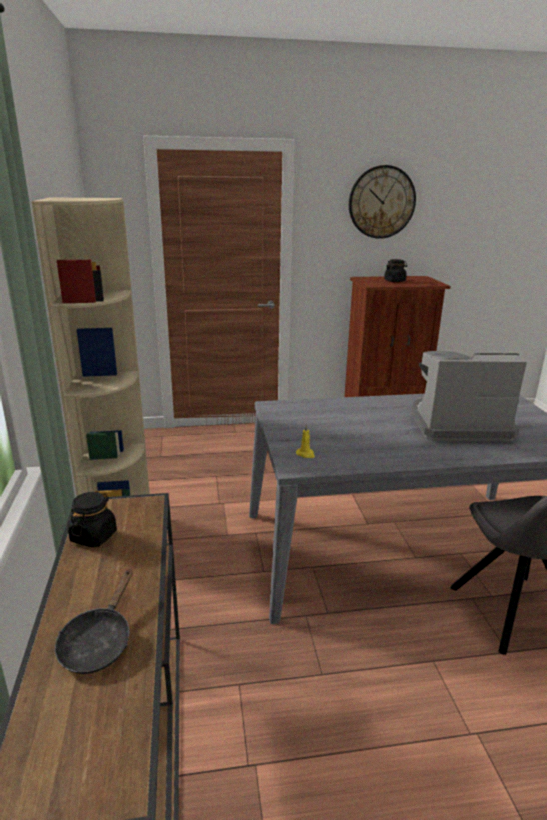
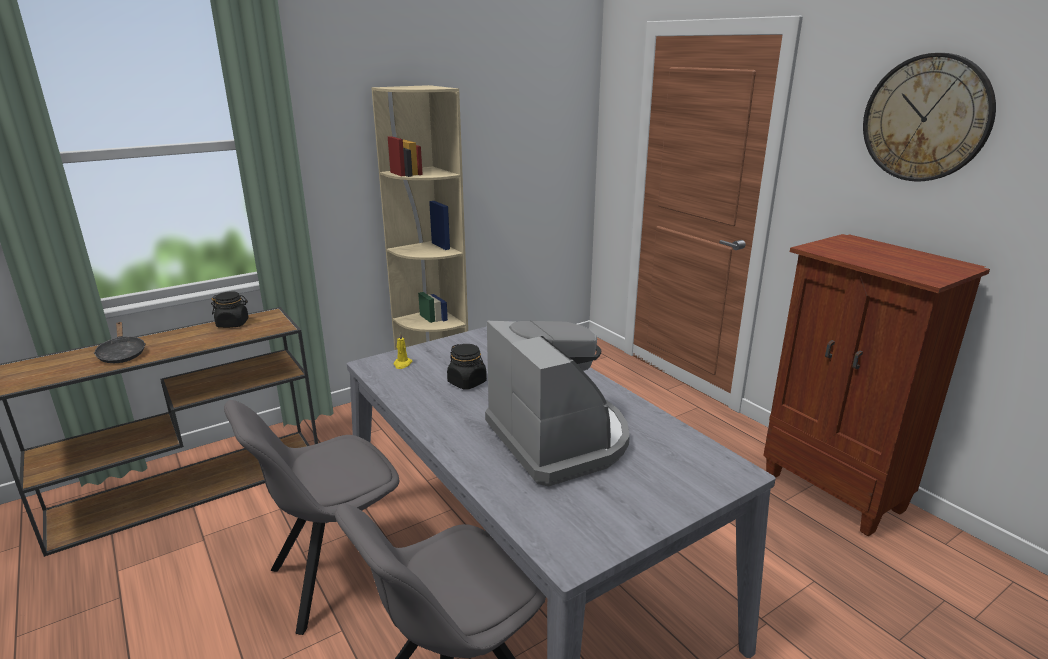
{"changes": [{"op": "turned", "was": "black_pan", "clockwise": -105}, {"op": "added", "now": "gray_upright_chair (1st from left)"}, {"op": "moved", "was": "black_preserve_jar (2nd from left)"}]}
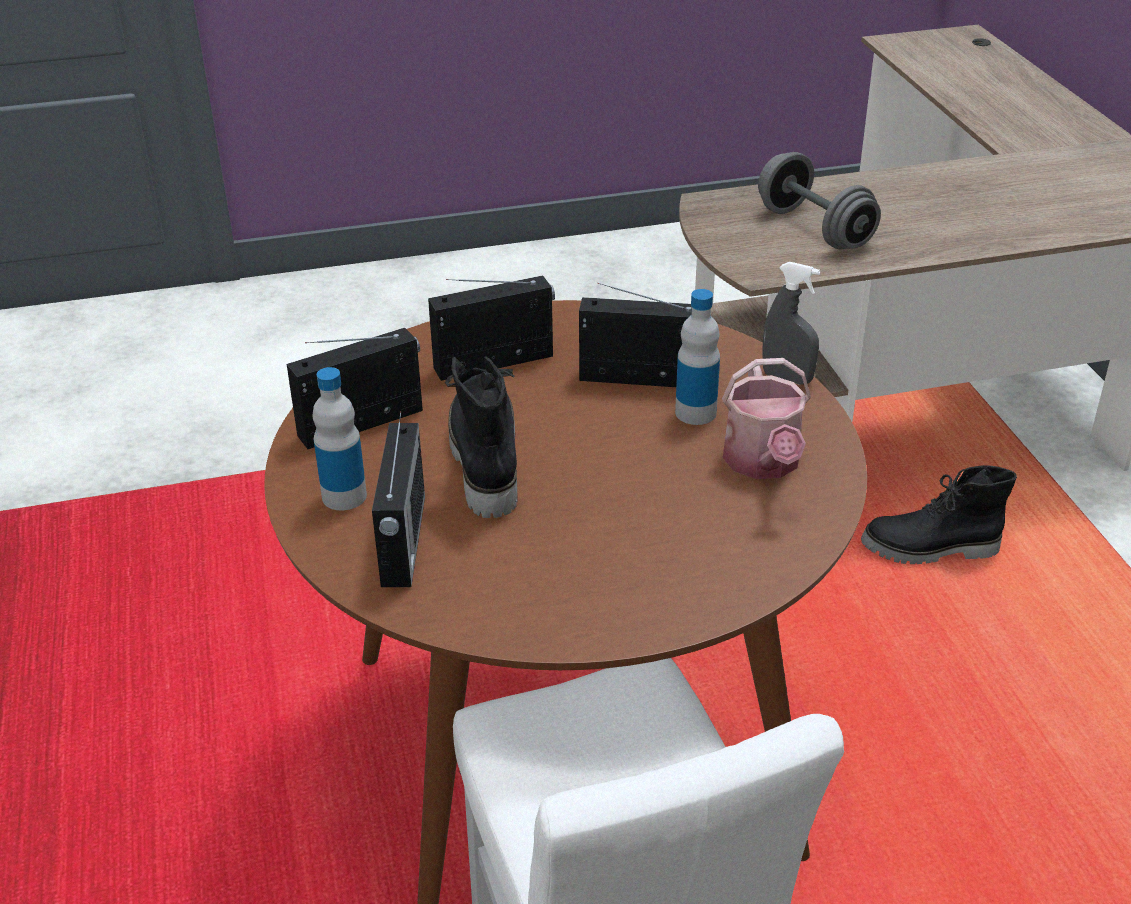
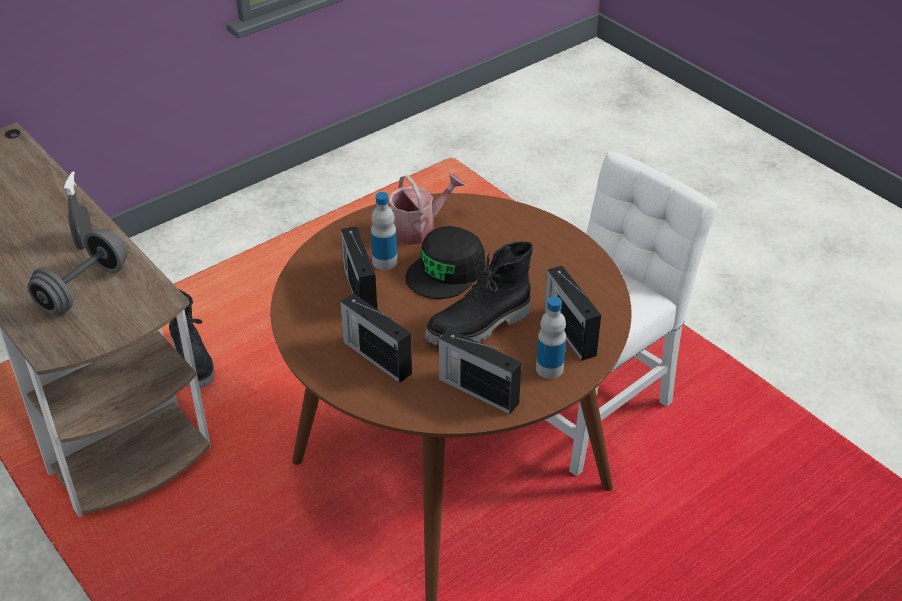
{"changes": [{"op": "moved", "was": "gray_spray_bottle"}, {"op": "added", "now": "black_cap"}, {"op": "turned", "was": "radio (2nd from left in the first image)", "clockwise": -90}]}
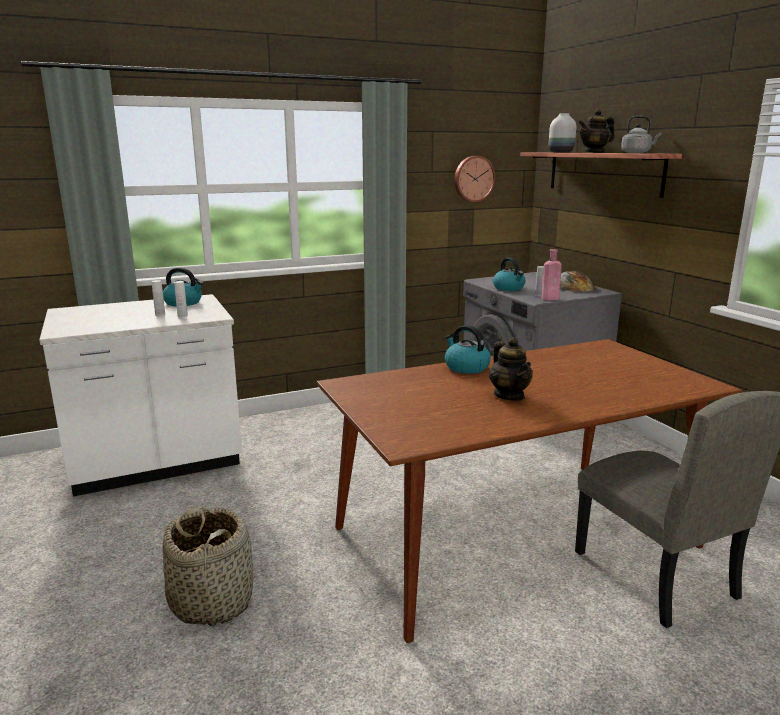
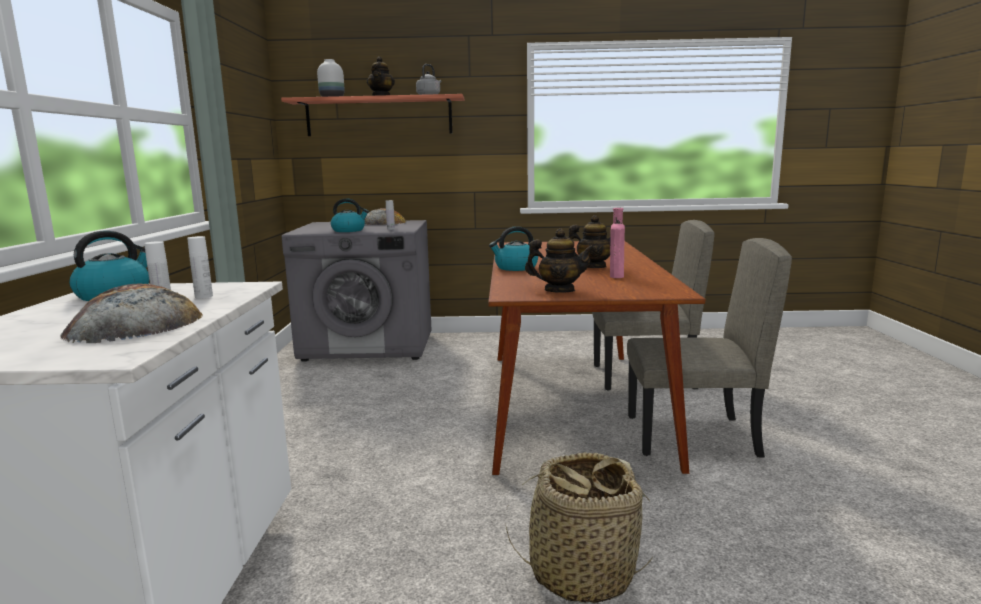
{"changes": [{"op": "added", "now": "baked_bread (1st from left)"}, {"op": "added", "now": "teapot (2nd from left)"}, {"op": "moved", "was": "pink-coloured_drink_bottle"}, {"op": "added", "now": "beige-coloured_upright_chair (2nd from left)"}, {"op": "removed", "was": "clock_on_the_wall"}]}
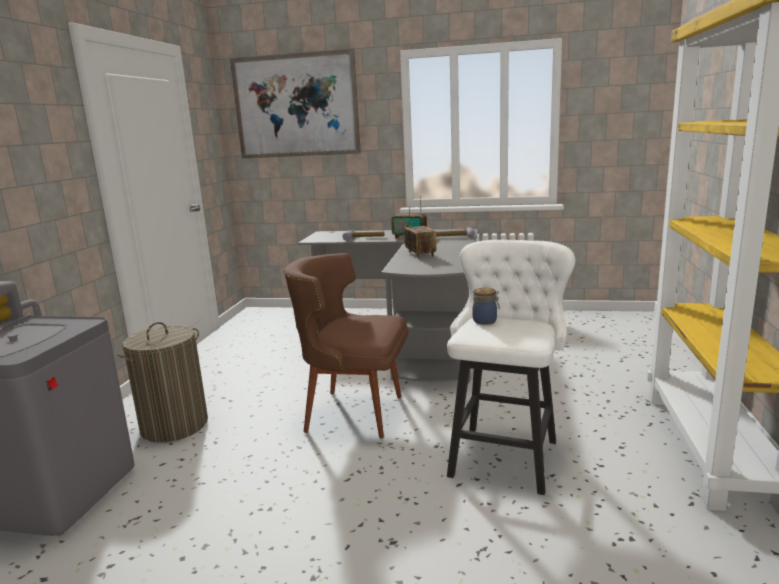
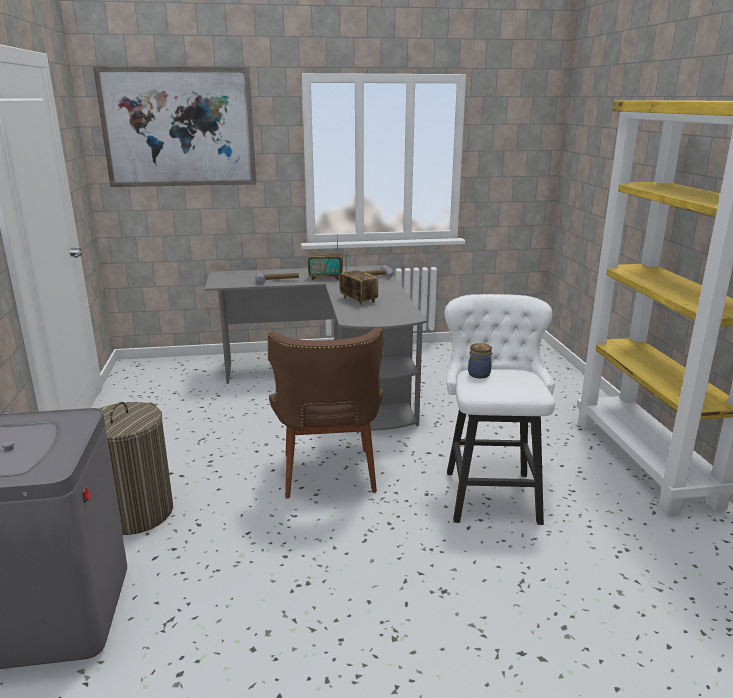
{"changes": [{"op": "turned", "was": "brown-coloured_upright_chair", "clockwise": -90}]}
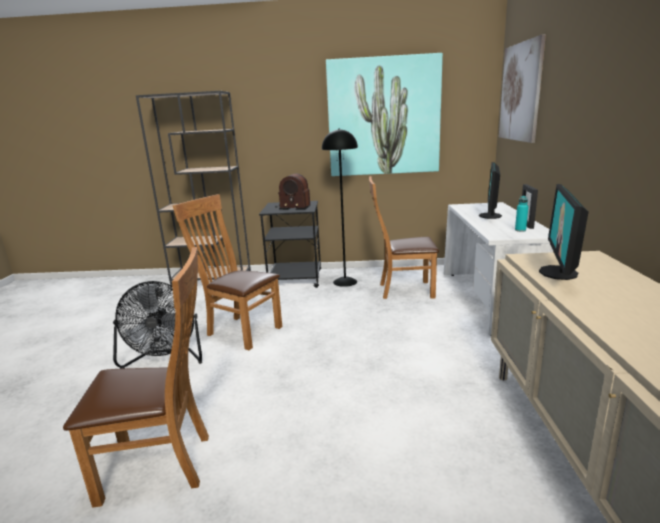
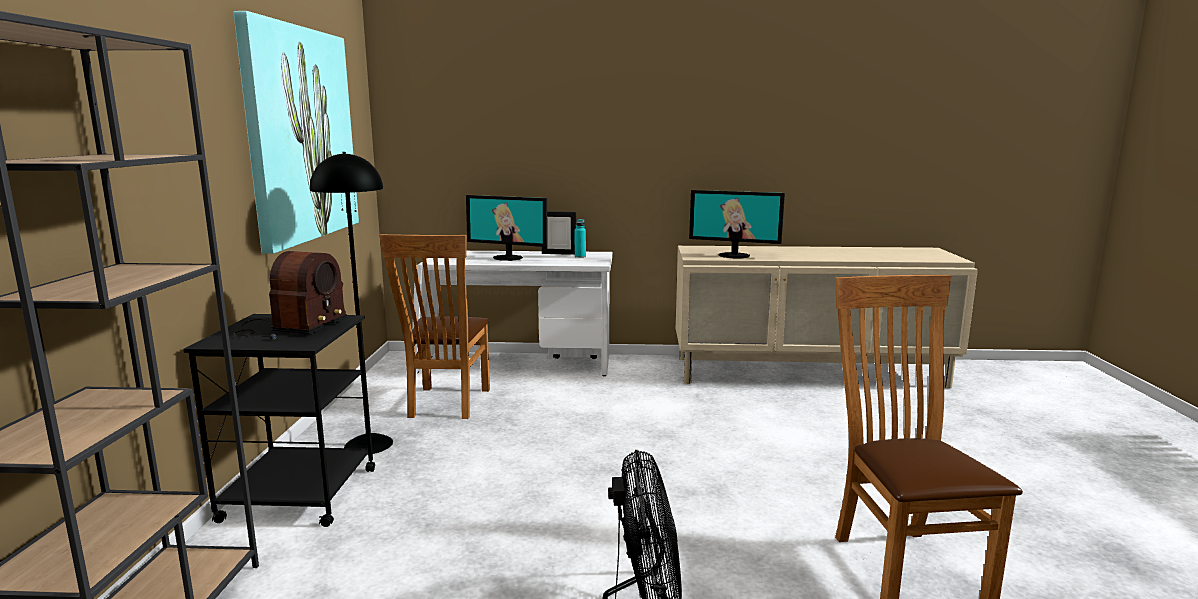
{"changes": [{"op": "removed", "was": "brown-coloured_upright_chair (2nd from left)"}, {"op": "removed", "was": "wall_art (2nd from left)"}]}
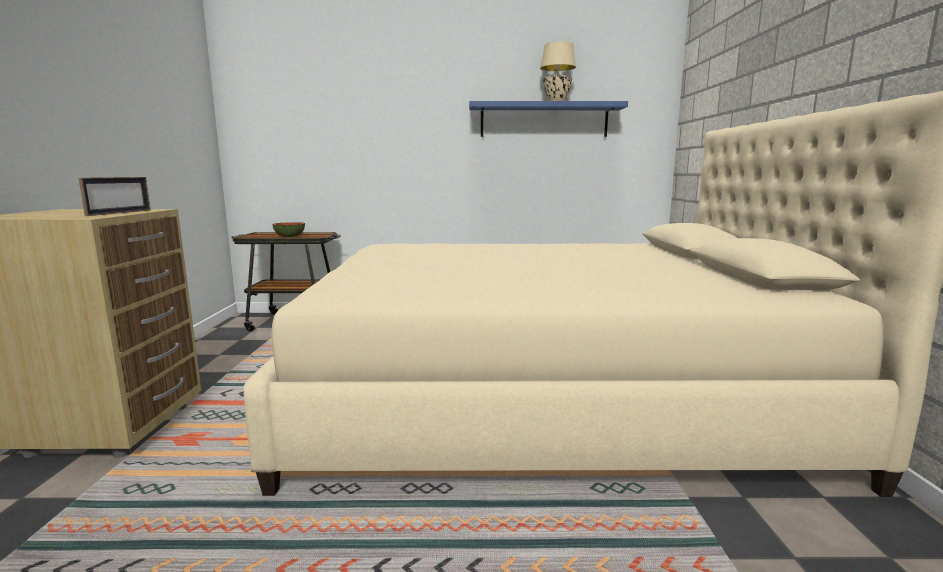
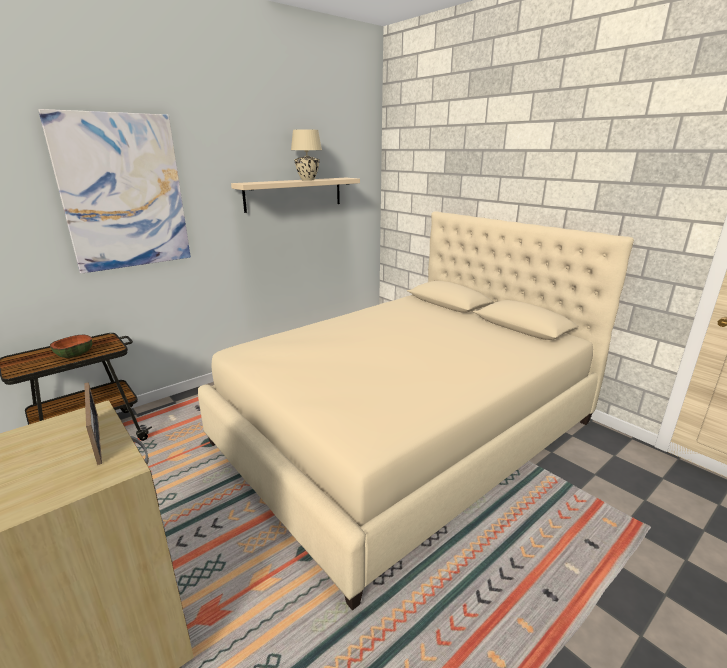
{"changes": [{"op": "added", "now": "wall_art"}, {"op": "recoloured", "was": "bluish_shelf", "now": "beige-coloured_shelf"}]}
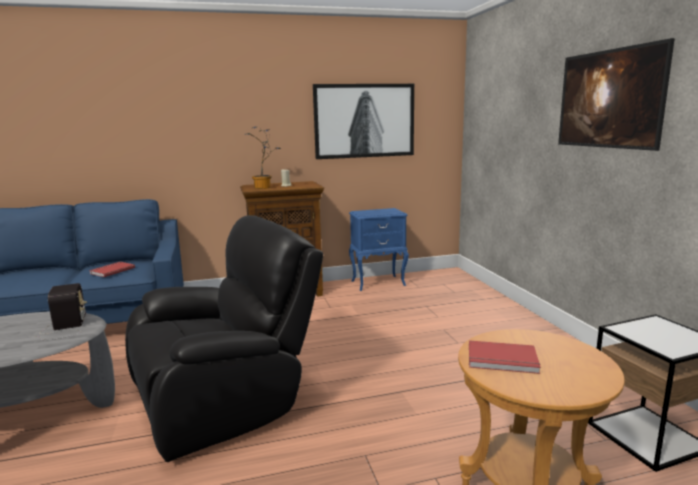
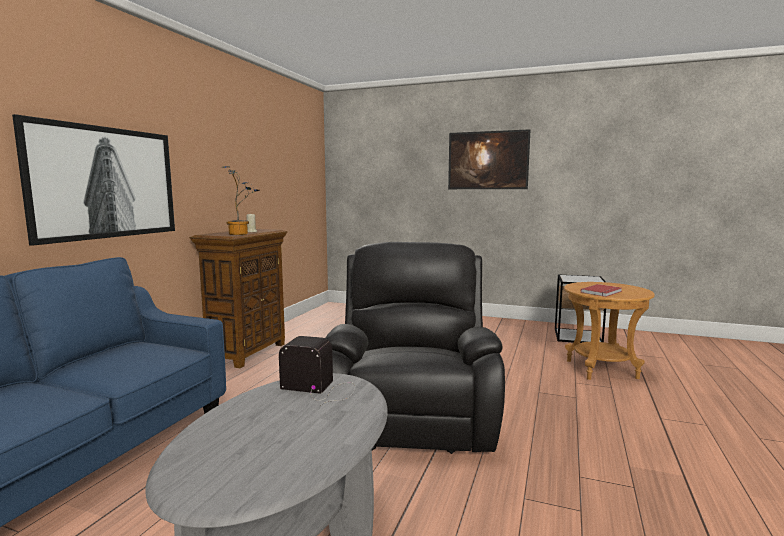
{"changes": [{"op": "moved", "was": "wall_art (1st from left)"}, {"op": "removed", "was": "red_volume (1st from left)"}, {"op": "removed", "was": "bluish_night_table"}]}
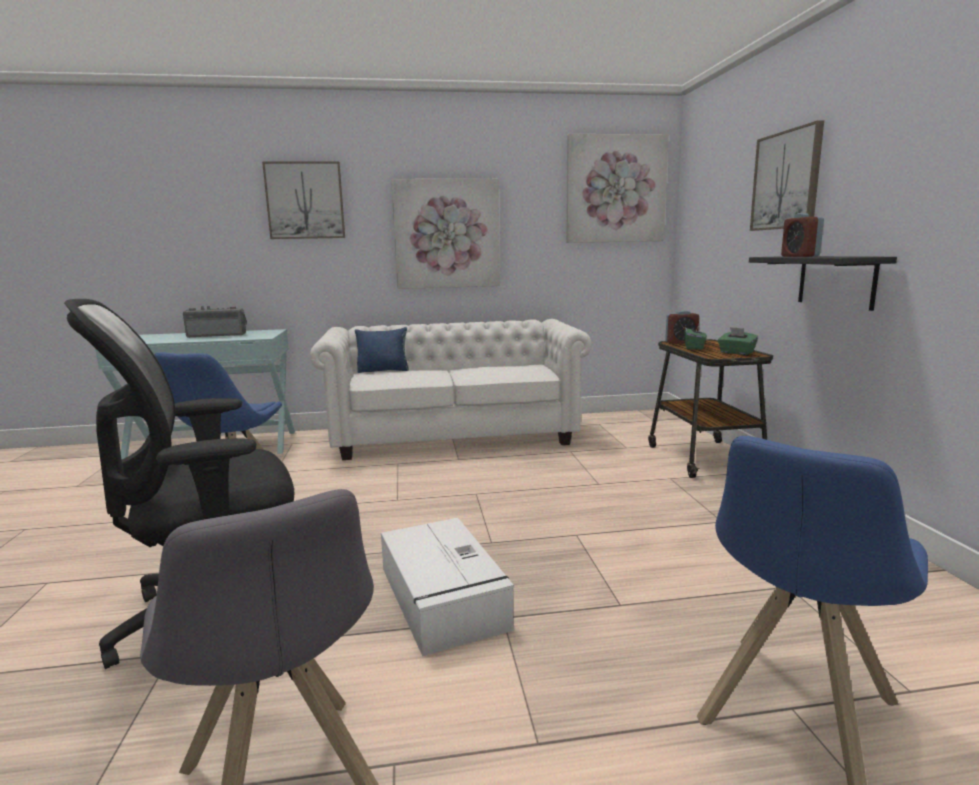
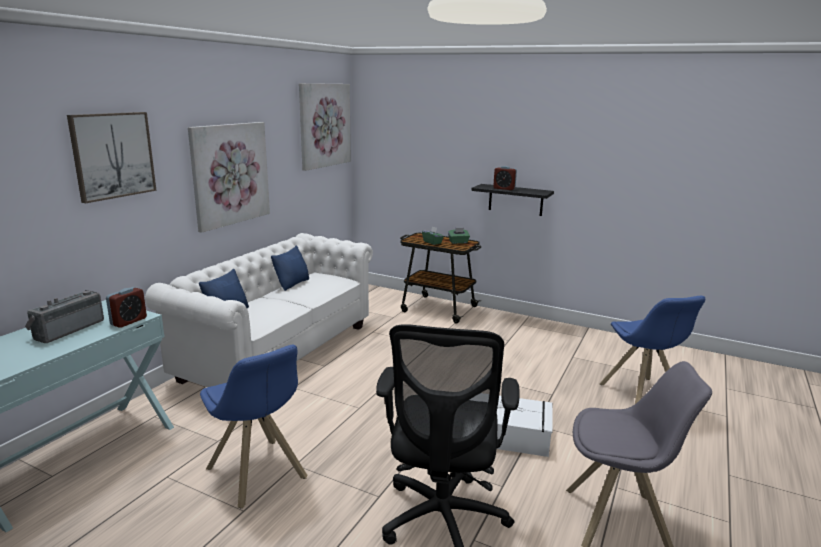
{"changes": [{"op": "moved", "was": "bedside_clock (1st from left)"}, {"op": "added", "now": "bluish_throw_pillow (2nd from left)"}, {"op": "removed", "was": "wall_art (4th from left)"}]}
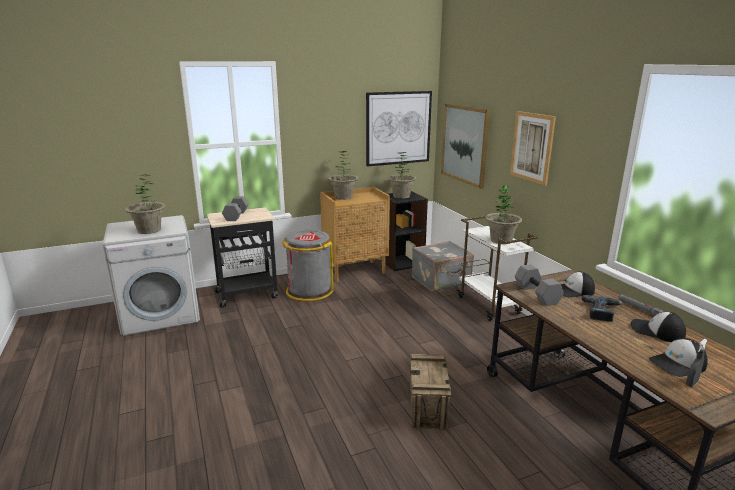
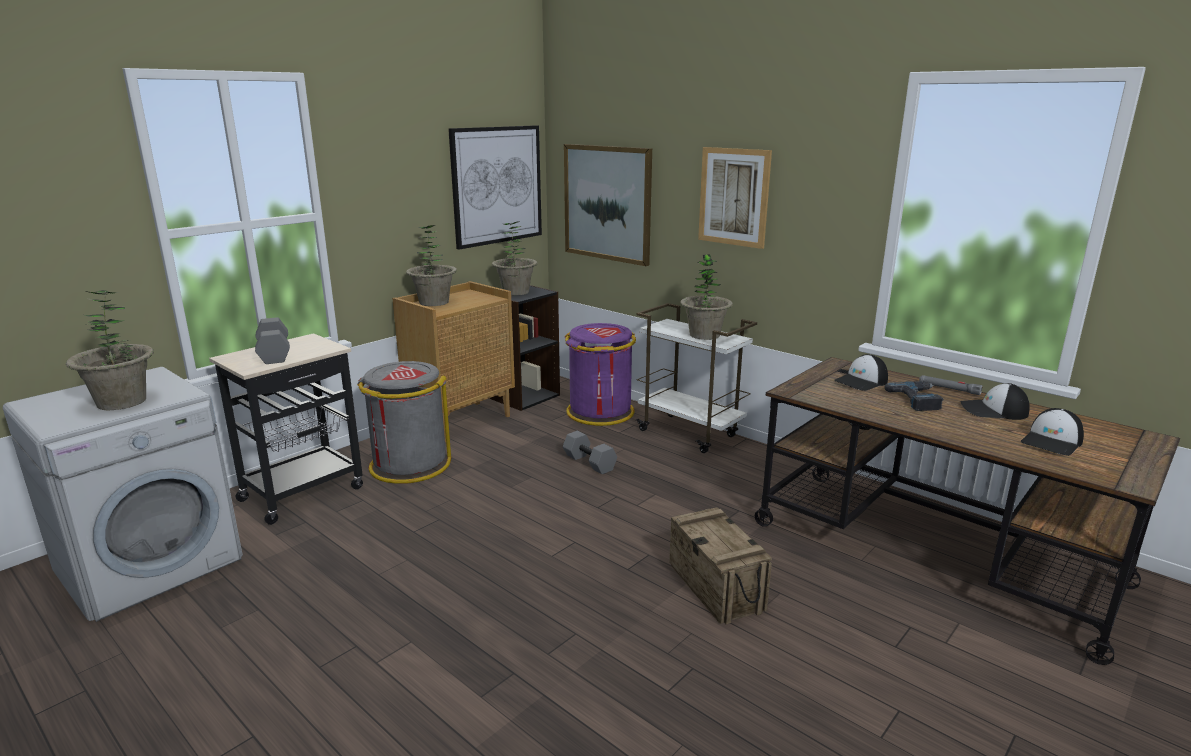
{"changes": [{"op": "moved", "was": "gray_dumbbell (2nd from left)"}, {"op": "replaced", "was": "gray_travel_case", "now": "purple-coloured_rubbish_bin"}, {"op": "removed", "was": "gray_spray_bottle"}]}
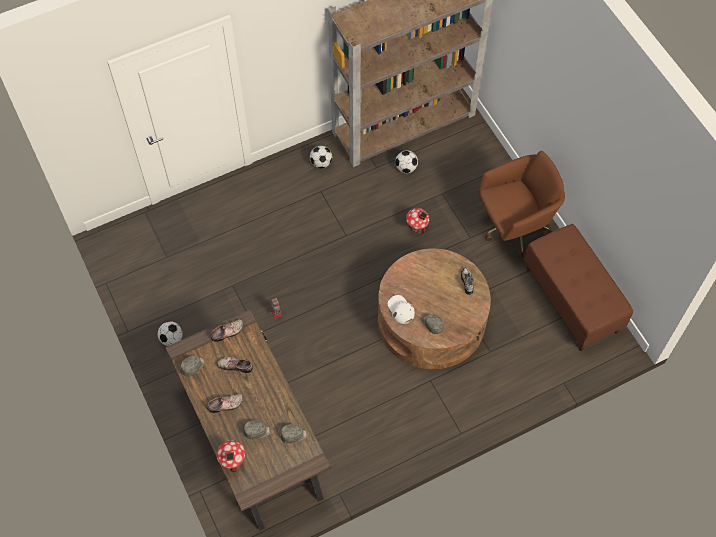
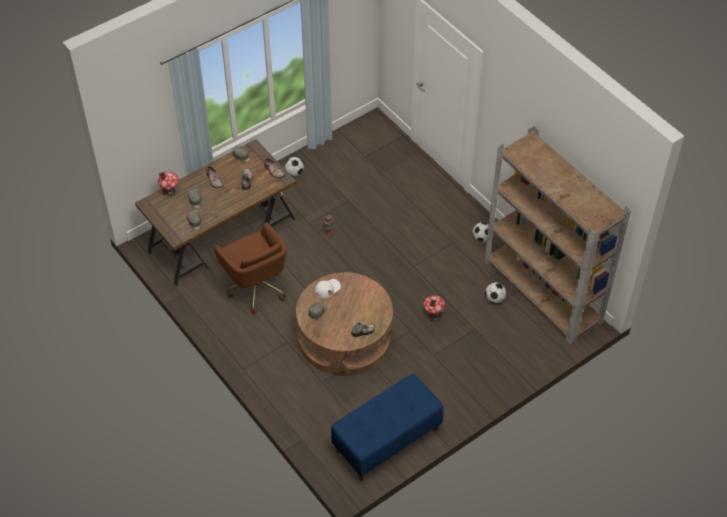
{"changes": [{"op": "moved", "was": "brown-coloured_desk_chair"}, {"op": "recoloured", "was": "brown-coloured_bench", "now": "bluish_bench"}]}
